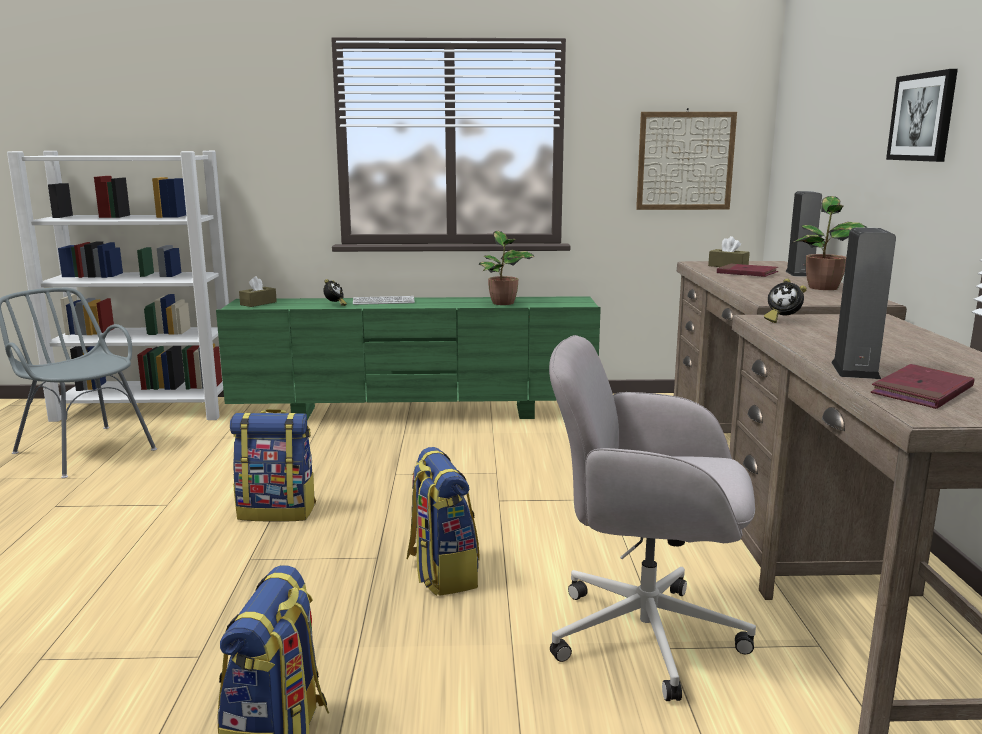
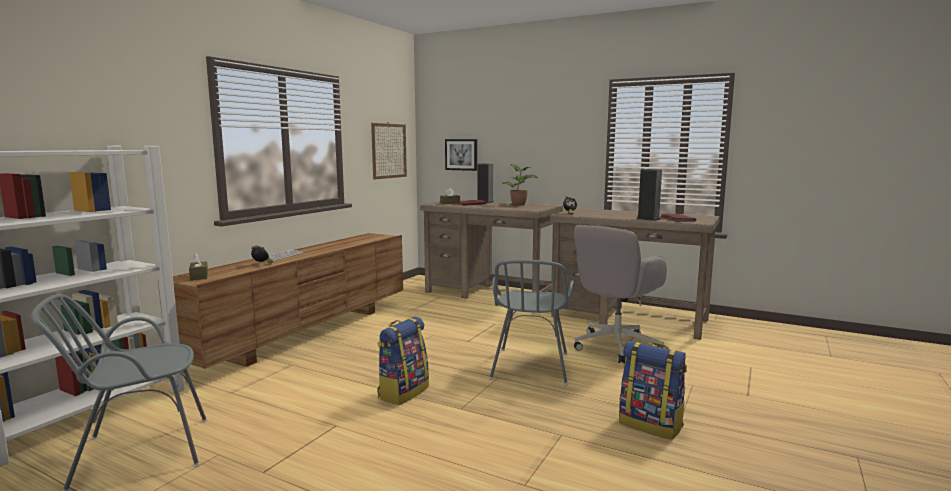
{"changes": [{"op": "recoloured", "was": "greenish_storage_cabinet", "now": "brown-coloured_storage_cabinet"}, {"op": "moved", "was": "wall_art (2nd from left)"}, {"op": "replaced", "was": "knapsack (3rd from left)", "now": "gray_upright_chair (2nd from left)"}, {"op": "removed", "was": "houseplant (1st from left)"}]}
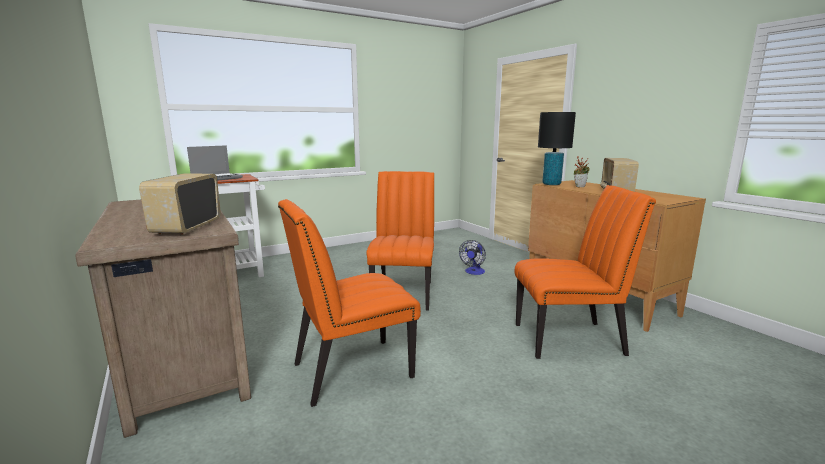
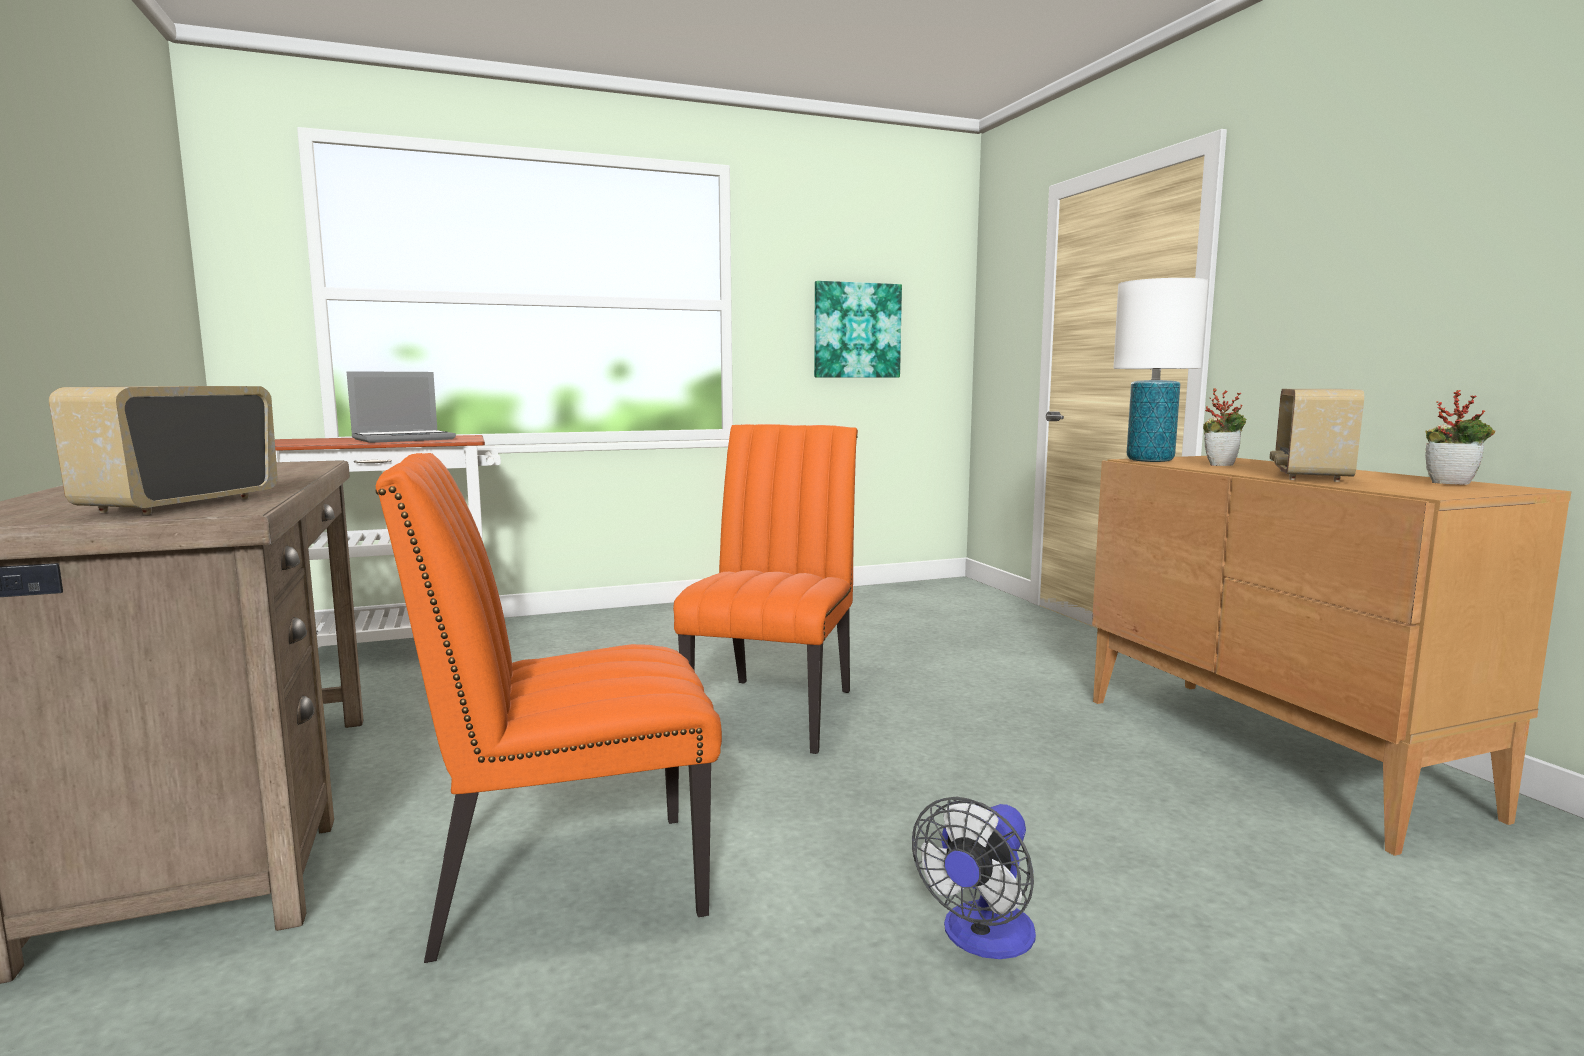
{"changes": [{"op": "added", "now": "wall_art"}, {"op": "moved", "was": "fan"}, {"op": "recoloured", "was": "black_tabletop_lamp", "now": "white-coloured_tabletop_lamp"}, {"op": "added", "now": "houseplant (2nd from left)"}, {"op": "removed", "was": "orange-coloured_upright_chair (3rd from left)"}]}
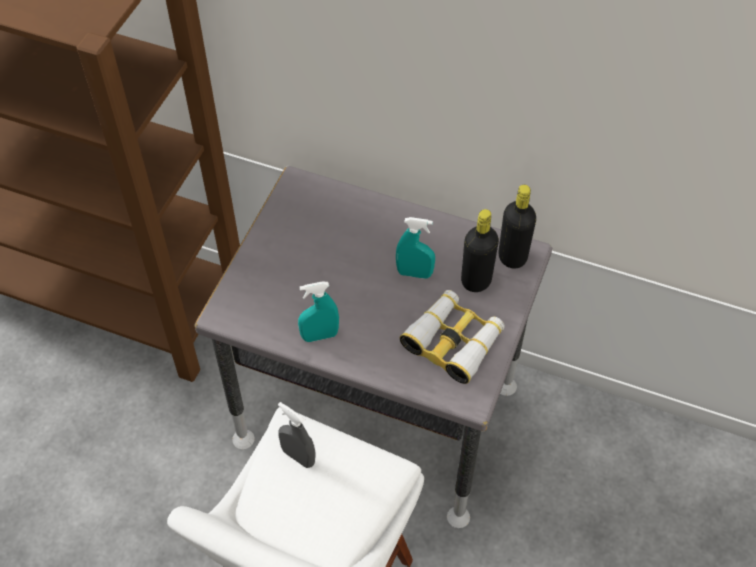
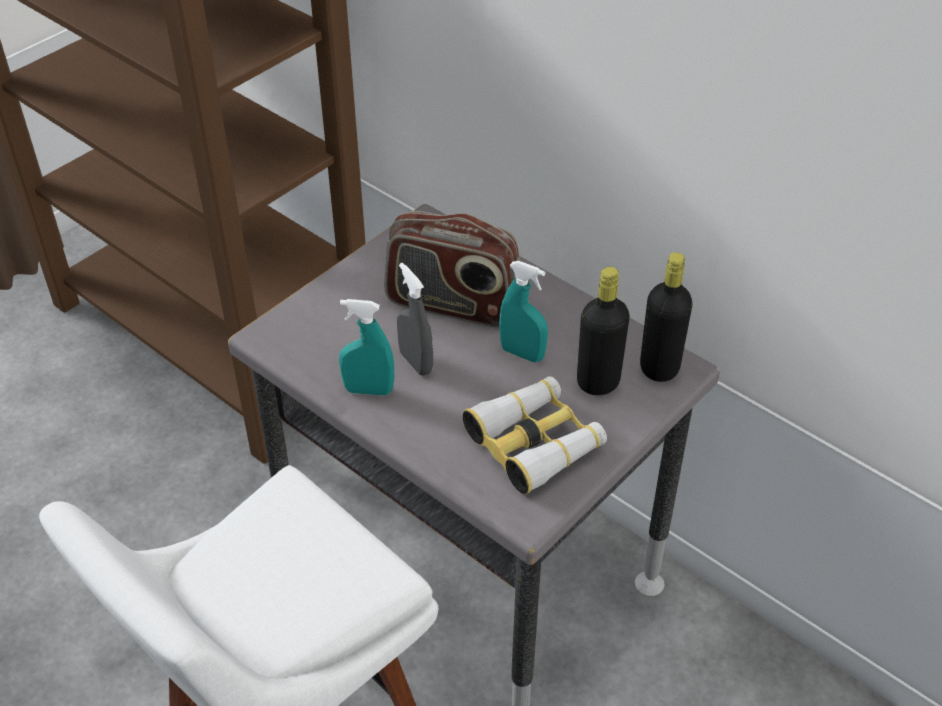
{"changes": [{"op": "added", "now": "radio"}, {"op": "moved", "was": "gray_spray_bottle"}]}
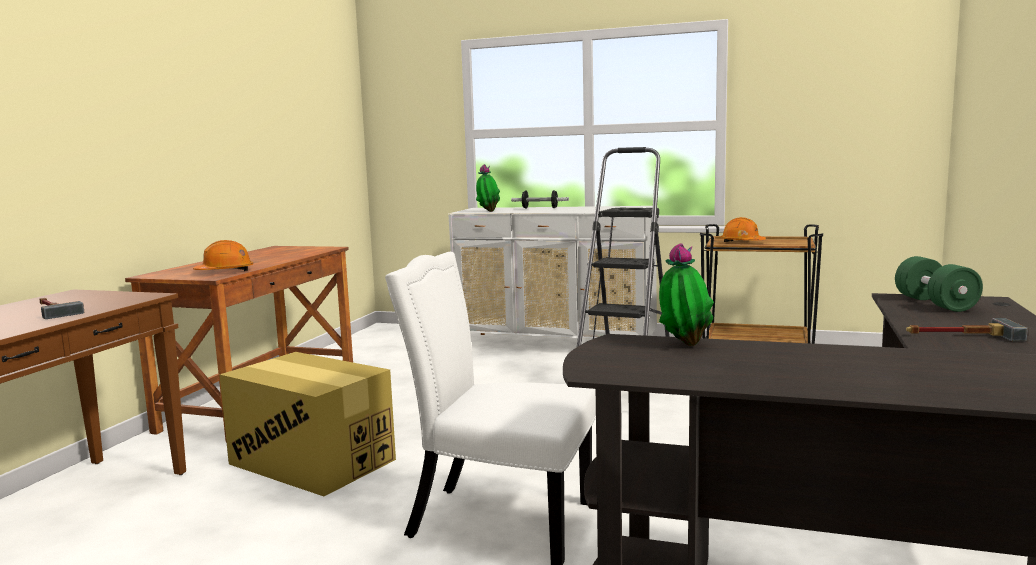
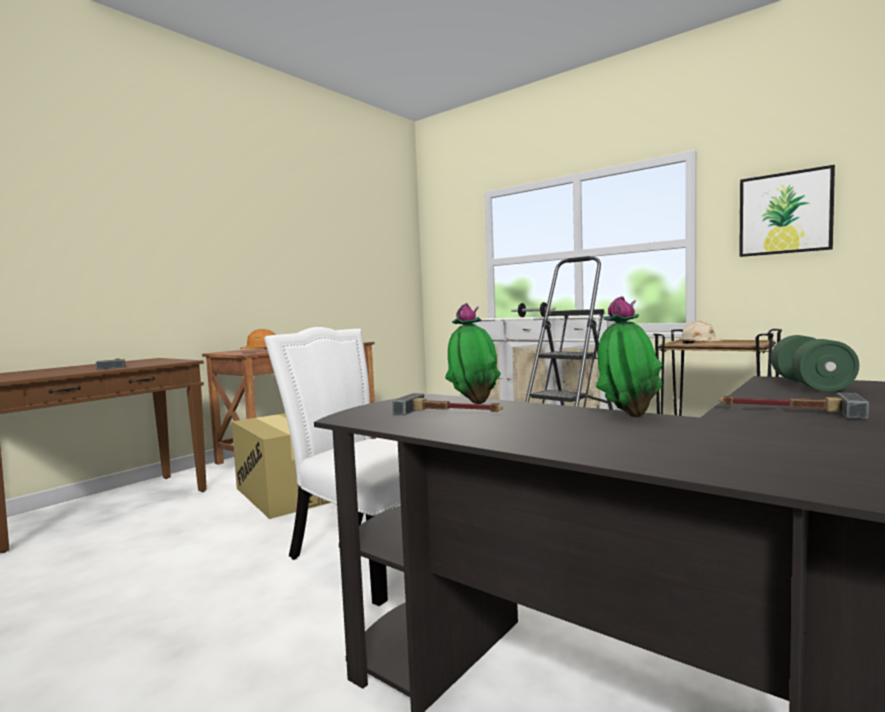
{"changes": [{"op": "added", "now": "hammer (2nd from left)"}, {"op": "moved", "was": "houseplant (1st from left in the first image)", "now": "houseplant (2nd from left)"}, {"op": "recoloured", "was": "orange-coloured_safety_helmet (2nd from left)", "now": "beige-coloured_safety_helmet"}, {"op": "added", "now": "wall_art"}]}
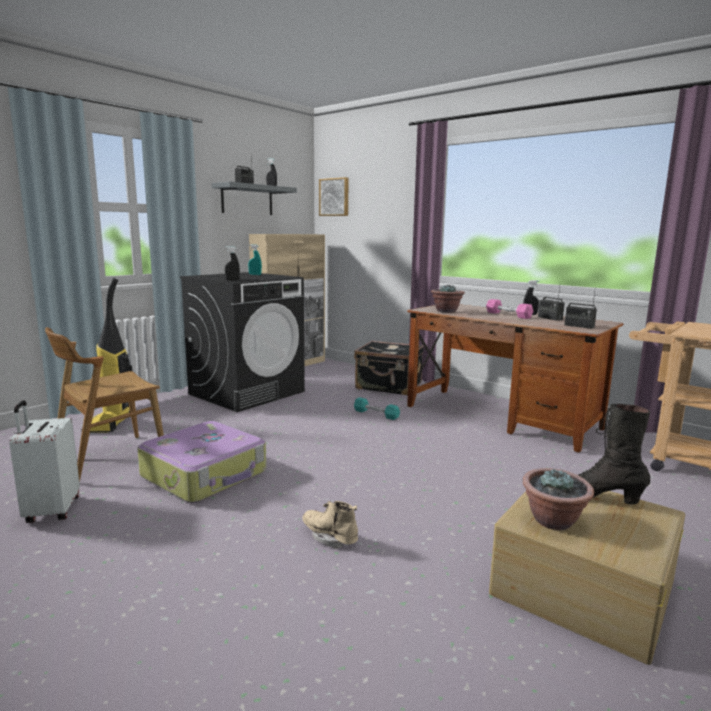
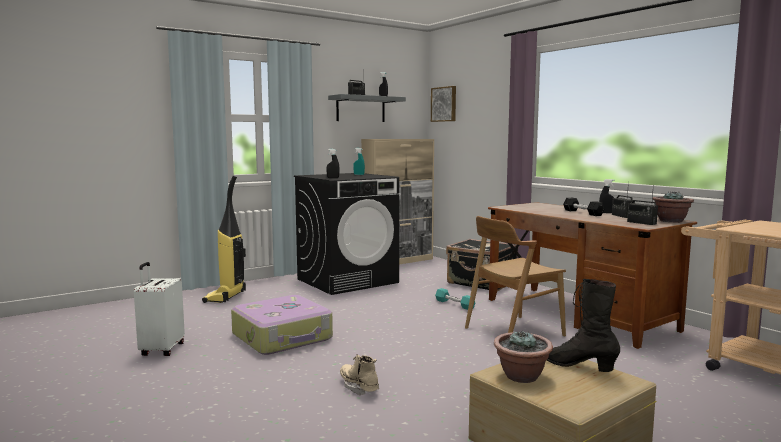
{"changes": [{"op": "moved", "was": "brown-coloured_upright_chair"}, {"op": "recoloured", "was": "pink-coloured_dumbbell", "now": "black_dumbbell"}, {"op": "moved", "was": "houseplant (1st from left in the first image)", "now": "houseplant (2nd from left)"}]}
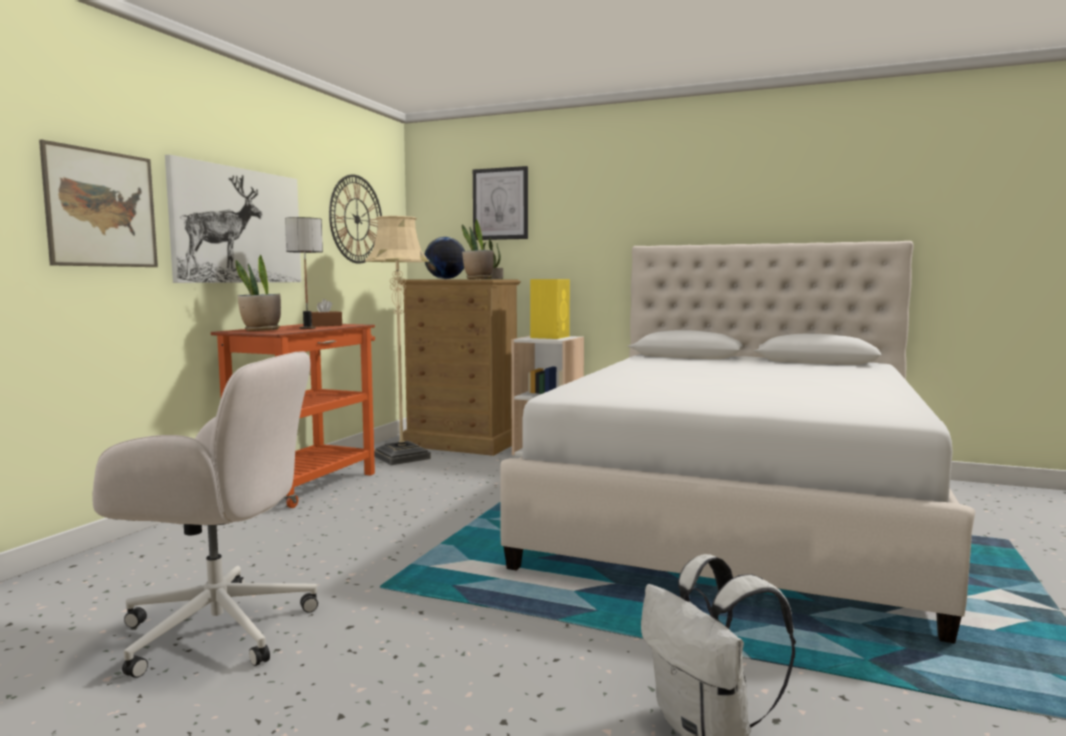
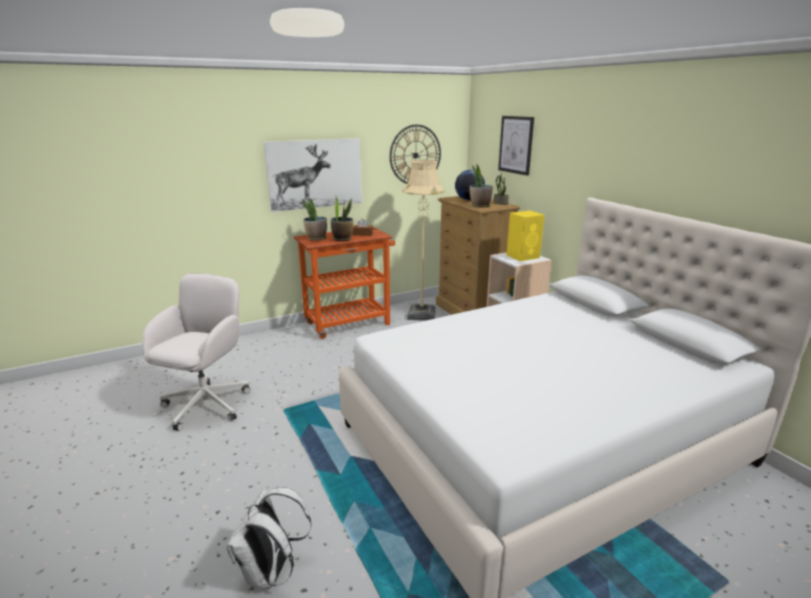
{"changes": [{"op": "turned", "was": "white-coloured_desk_chair", "clockwise": -120}, {"op": "replaced", "was": "tabletop_lamp", "now": "houseplant (2nd from left)"}, {"op": "removed", "was": "wall_art (1st from left)"}]}
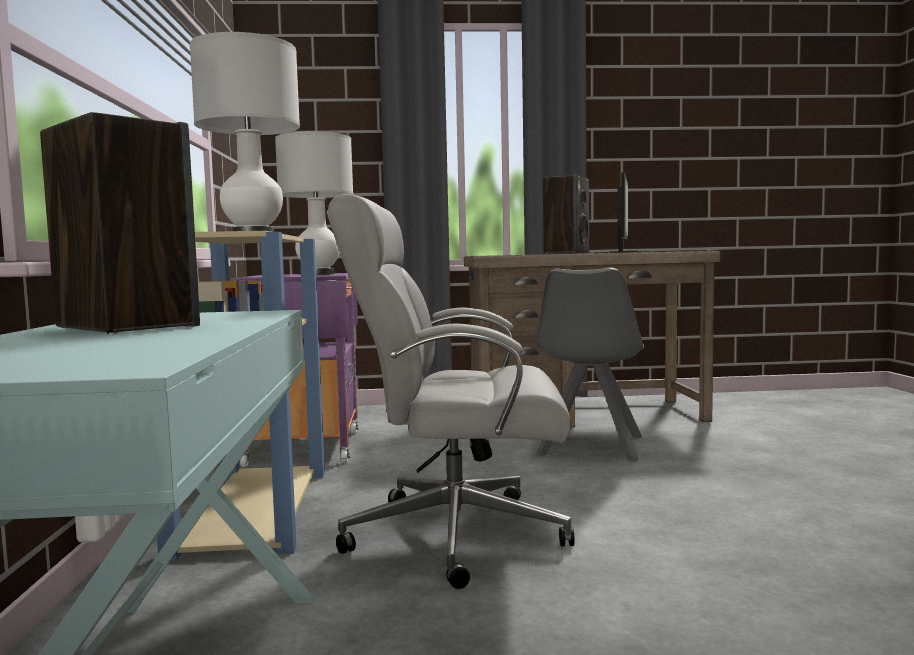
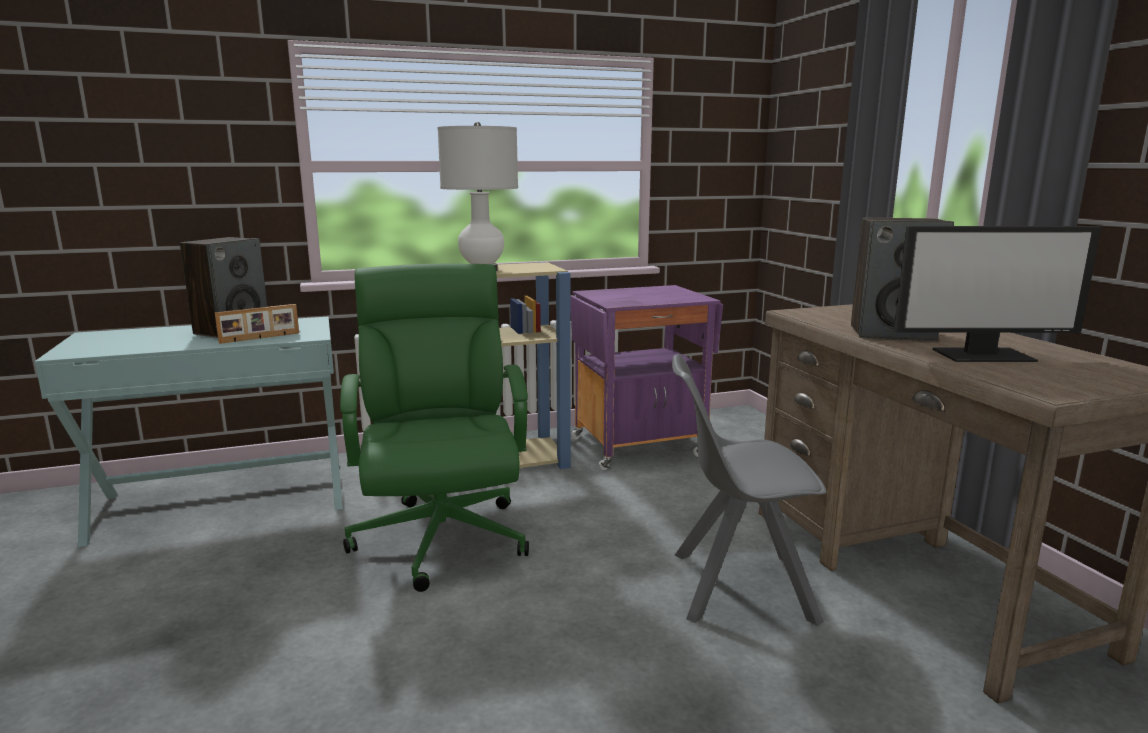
{"changes": [{"op": "added", "now": "picture_frame"}, {"op": "recoloured", "was": "gray_desk_chair", "now": "greenish_desk_chair"}, {"op": "removed", "was": "white-coloured_tabletop_lamp (2nd from left)"}]}
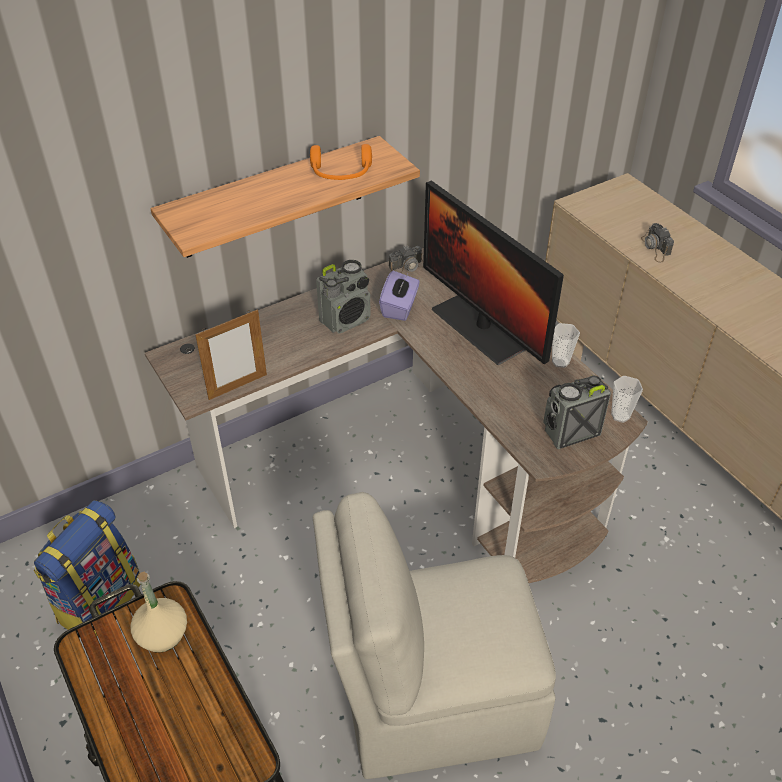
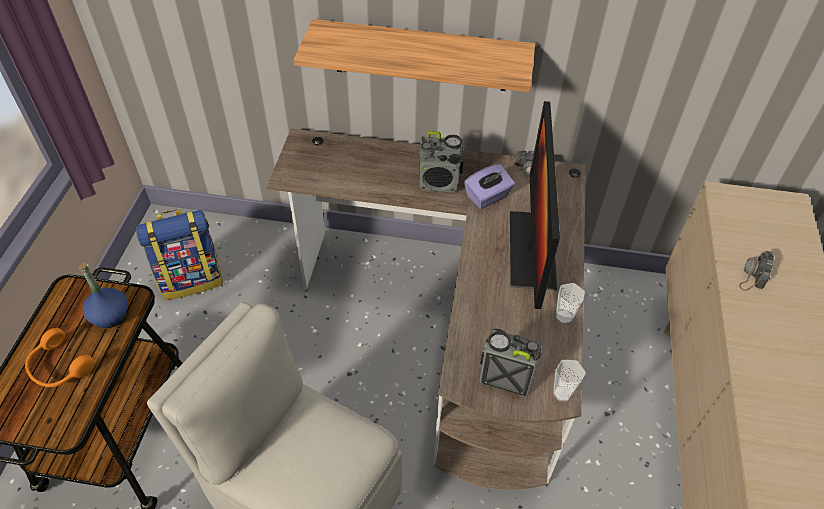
{"changes": [{"op": "moved", "was": "orange-coloured_headset"}, {"op": "recoloured", "was": "beige-coloured_drink_bottle", "now": "bluish_drink_bottle"}, {"op": "removed", "was": "picture_frame"}]}
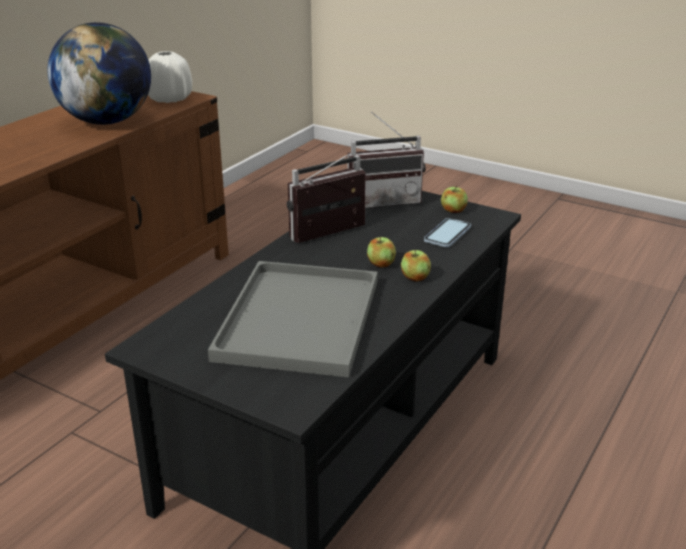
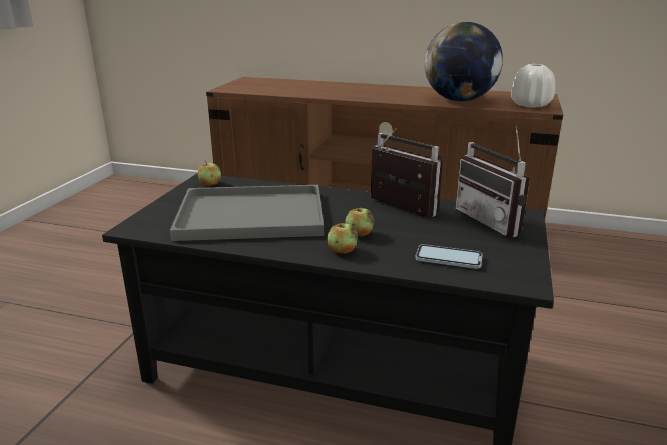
{"changes": [{"op": "moved", "was": "whole_apple (3rd from left in the first image)", "now": "whole_apple (1st from left)"}]}
